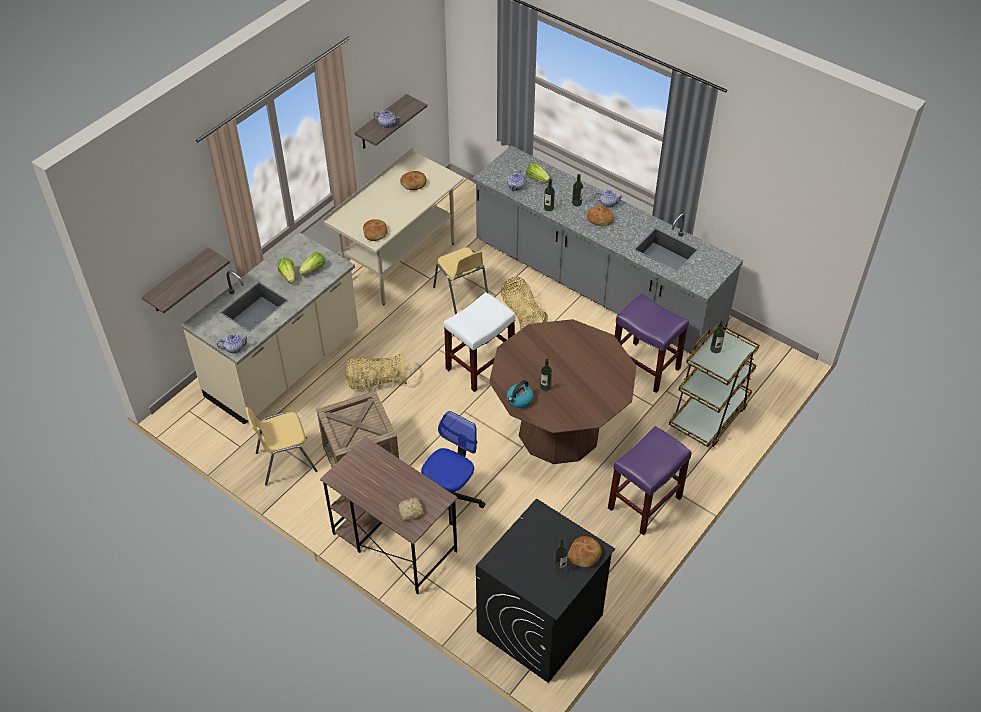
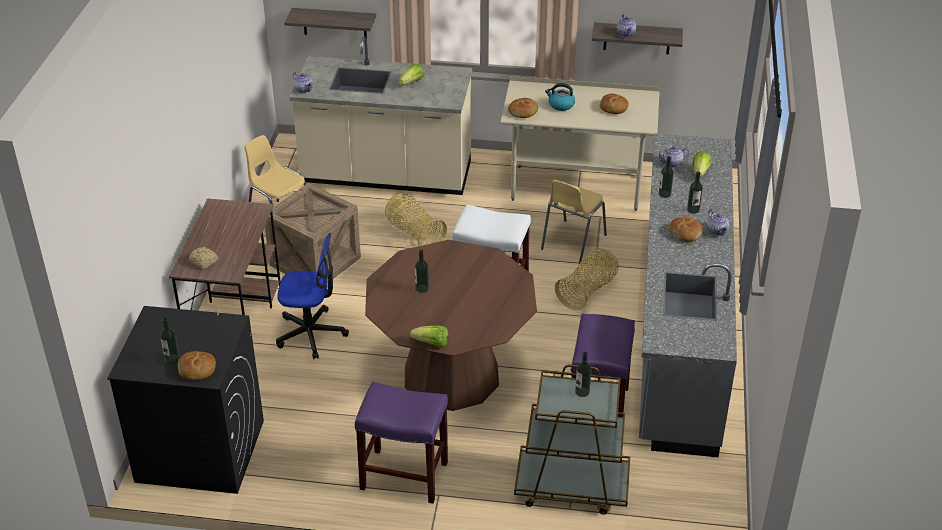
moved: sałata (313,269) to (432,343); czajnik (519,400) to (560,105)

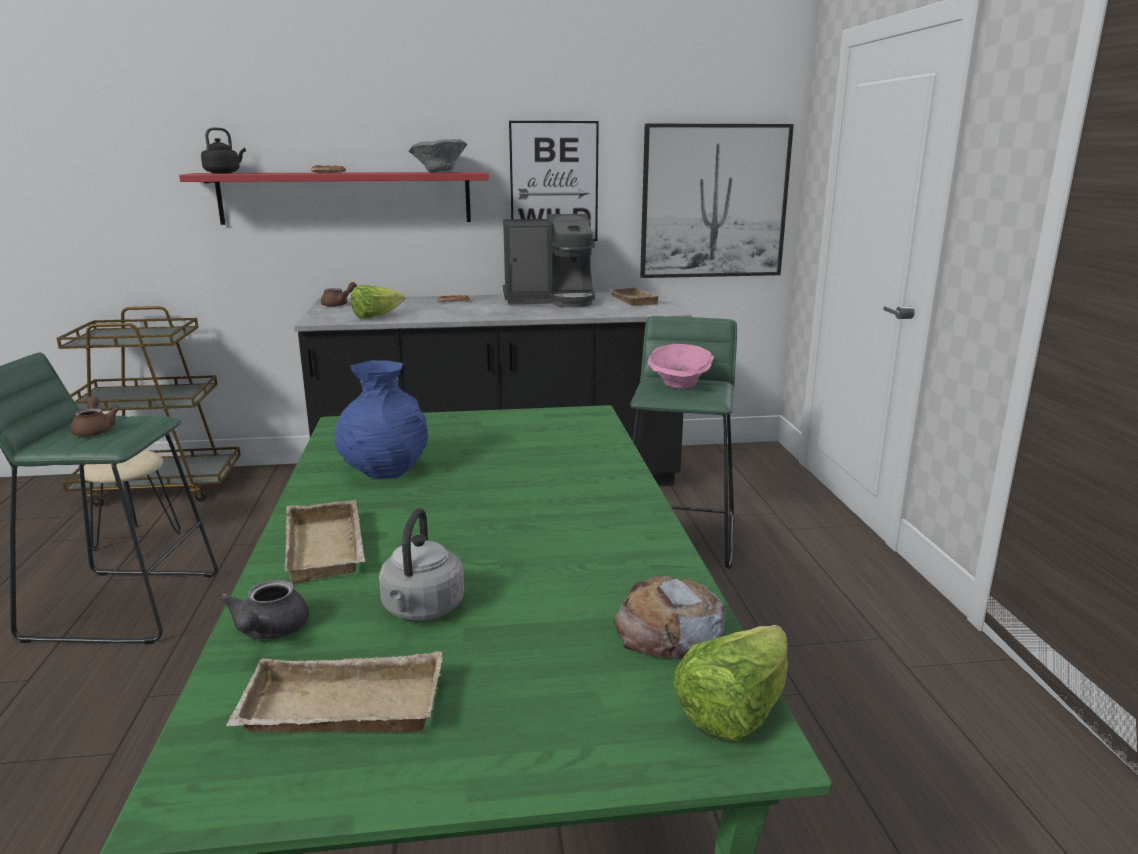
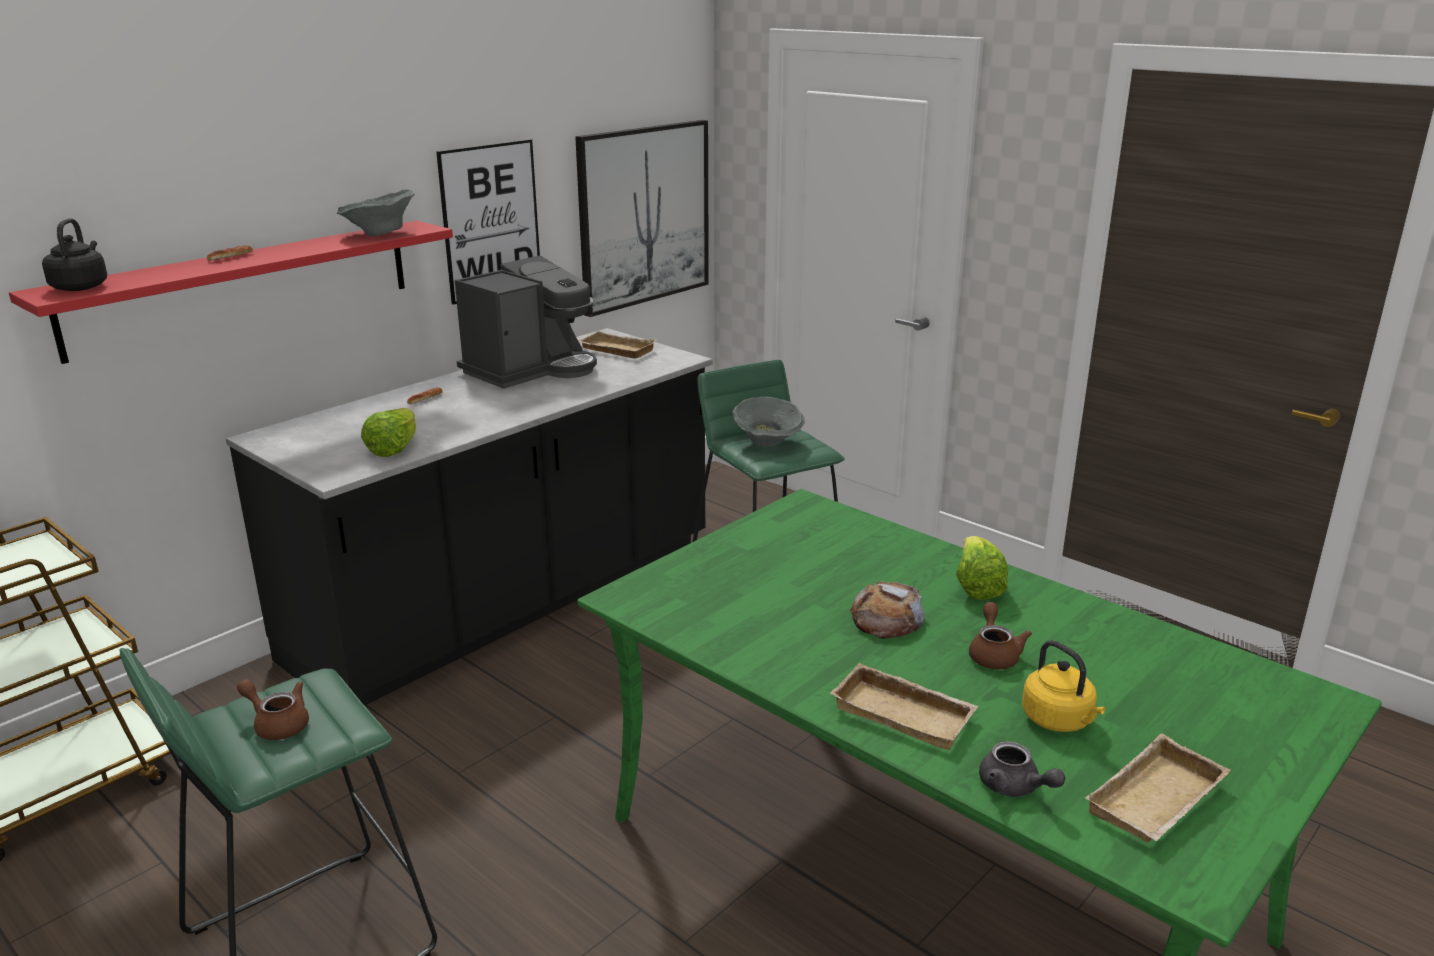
removed: wazon/niebieski (384,470); stołek/beżowy (138,541)
moved: imbryk/brązowy (339,304) to (993,654); chleb (670,630) to (887,619); sałata (734,710) to (977,587)
recoloured: miska/różowy (680,386) to miska/szary (768,443); czajnik/szary (422,610) to czajnik/żółty (1059,721)

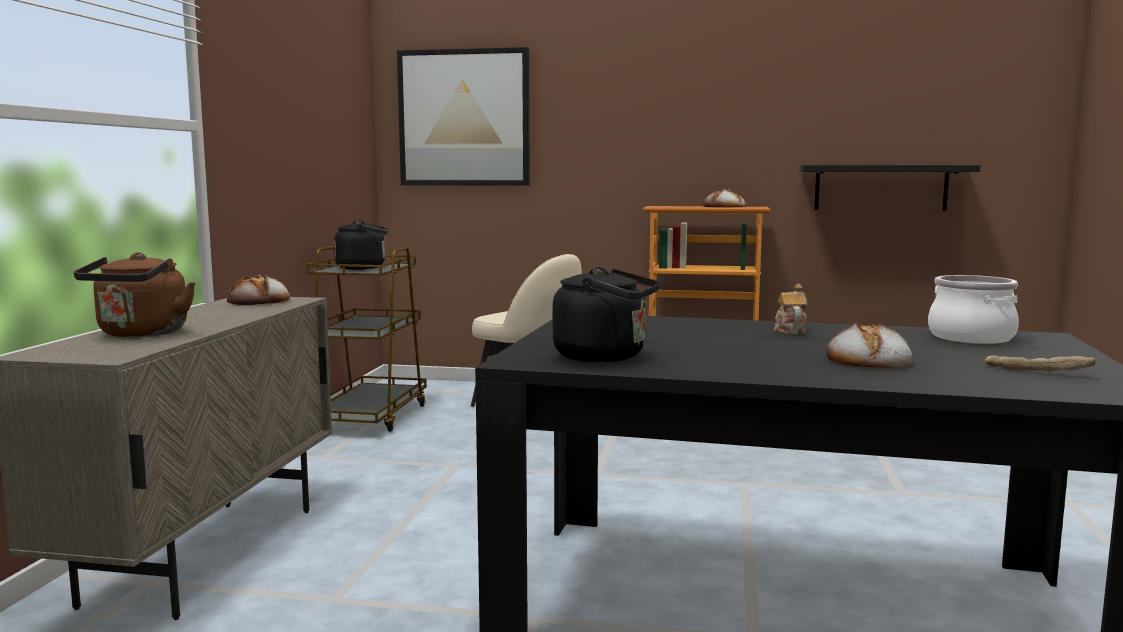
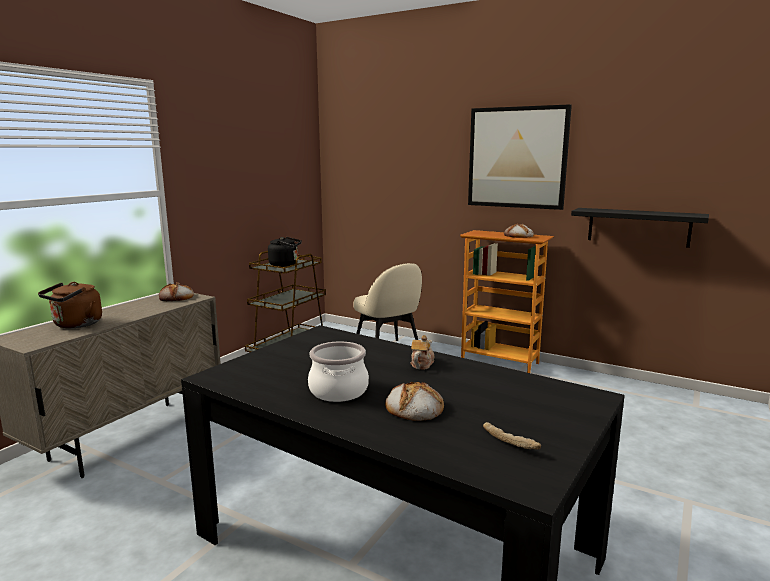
removed: czajnik/czarny (606,357)
moved: obraz (464,118) to (517,157); garnek (970,337) to (338,391)

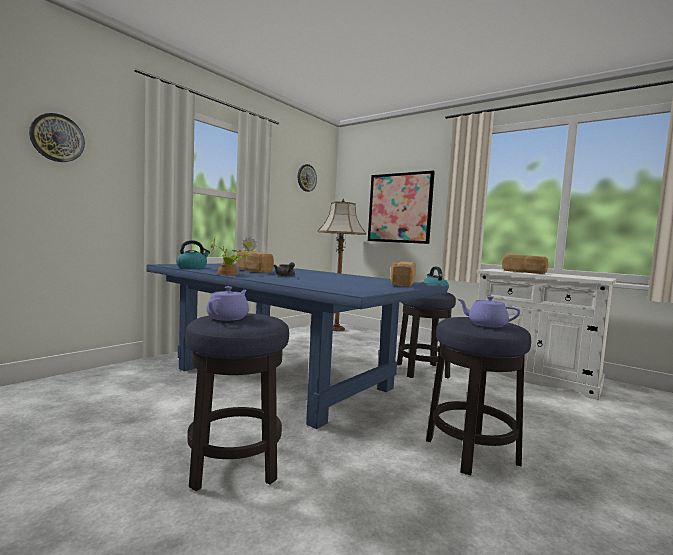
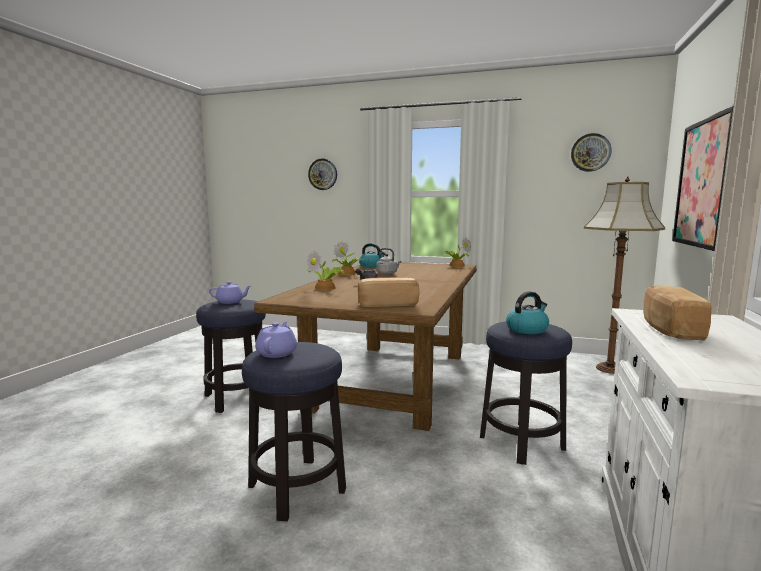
added: roślina doniczkowa (326,288)
replaced: chleb (253,271) to czajnik/szary (388,273)
recoloured: stół jadalny/niebieski (283,378) to stół jadalny/brązowy (392,380)

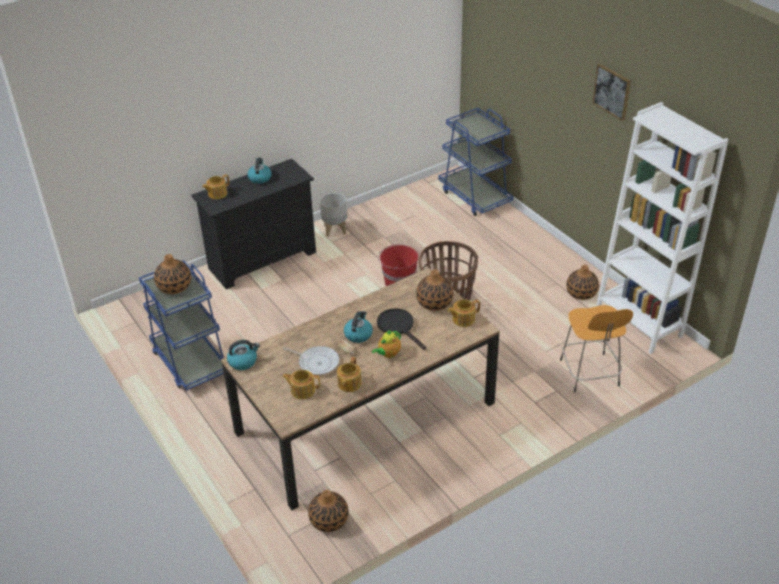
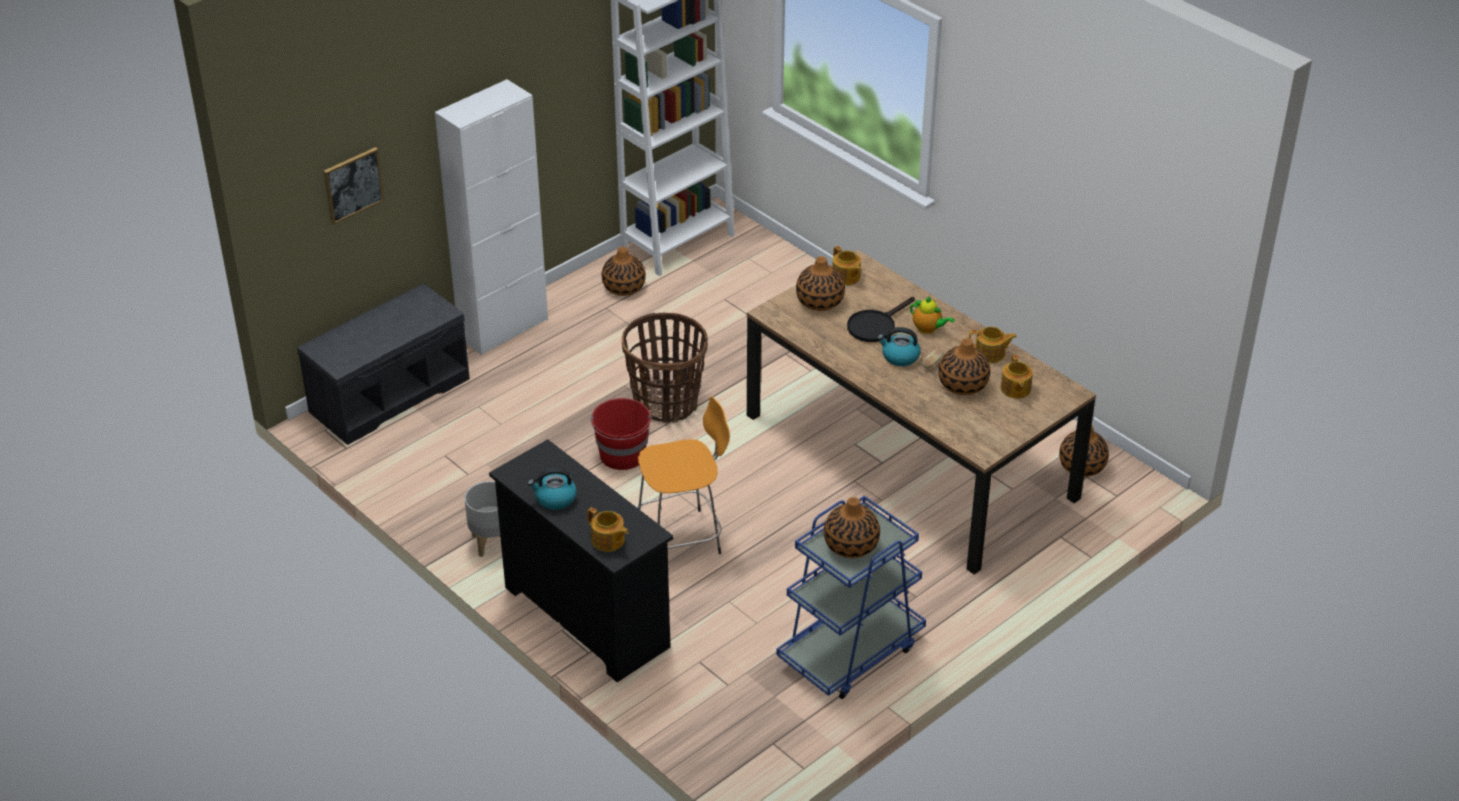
removed: czajnik (243,361)
added: szafka/biały (503,328)
moved: obraz (612,91) to (353,184); stołek/pomarańczowy (590,374) to (682,538)
replaced: wózek/niebieski (475,196) to ławka/szary (390,394); patelnia (316,362) to wazon (962,384)

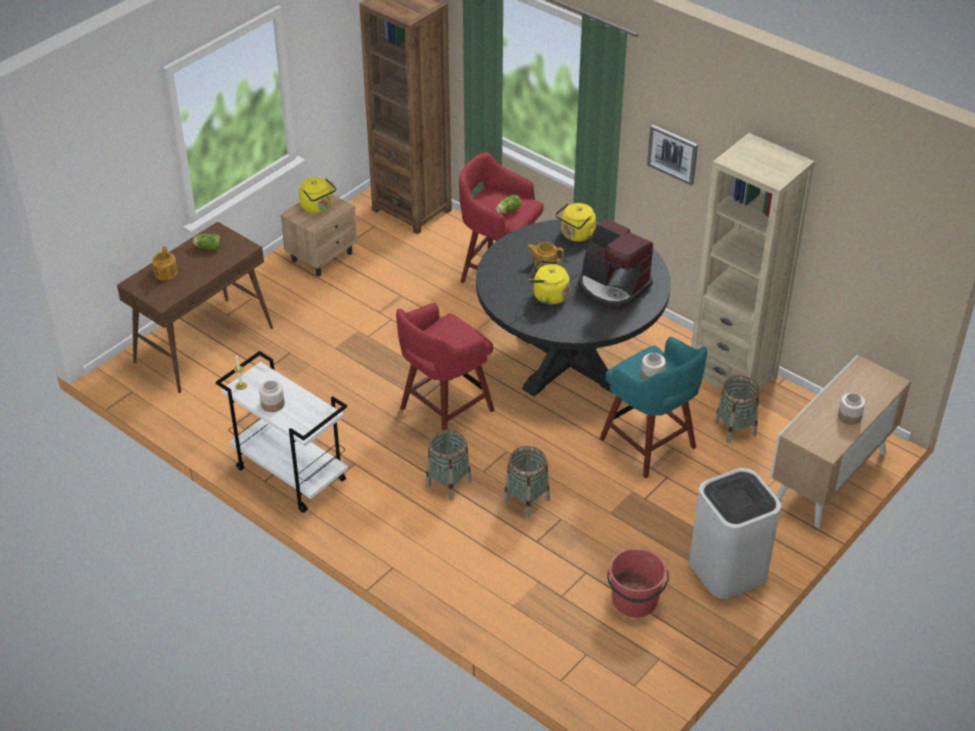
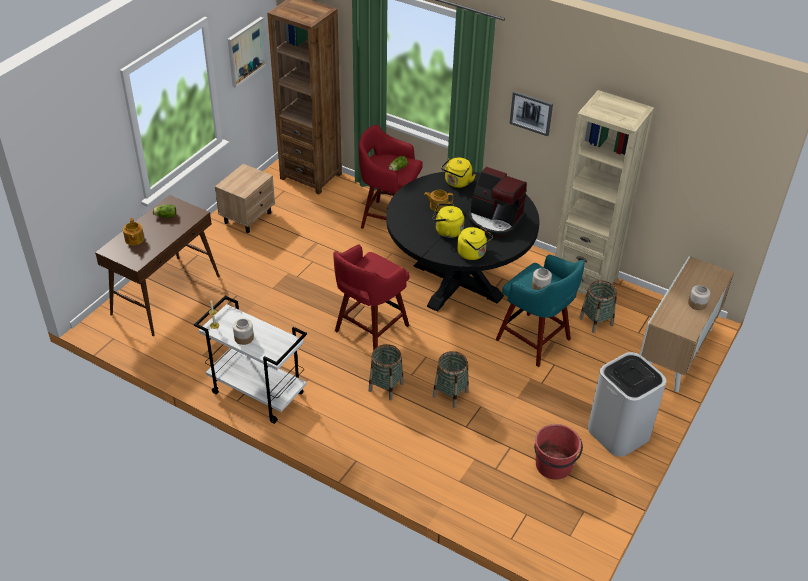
added: obraz (246,51)
moved: czajnik/żółty (318,207) to (473,254)

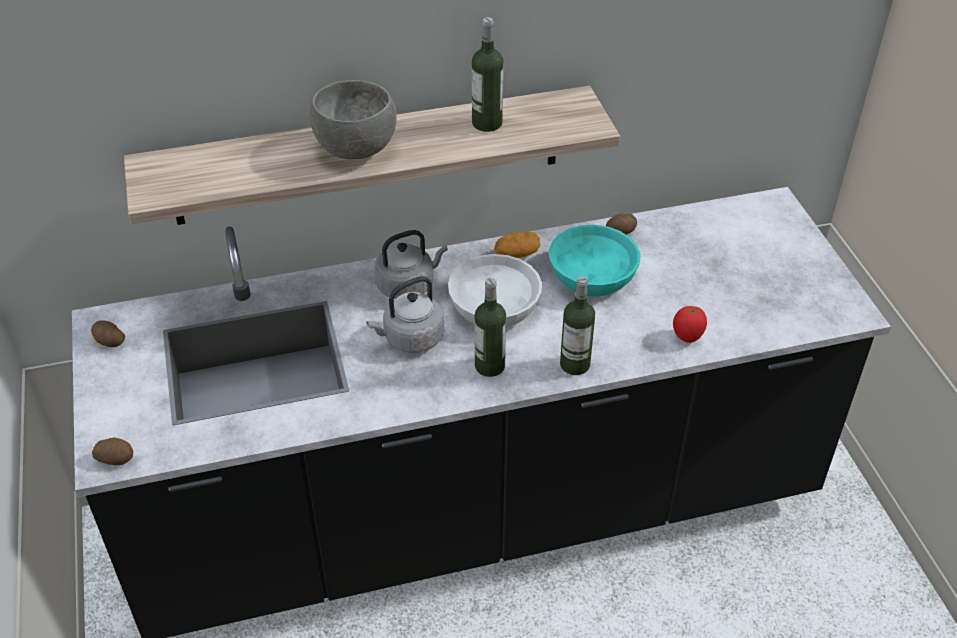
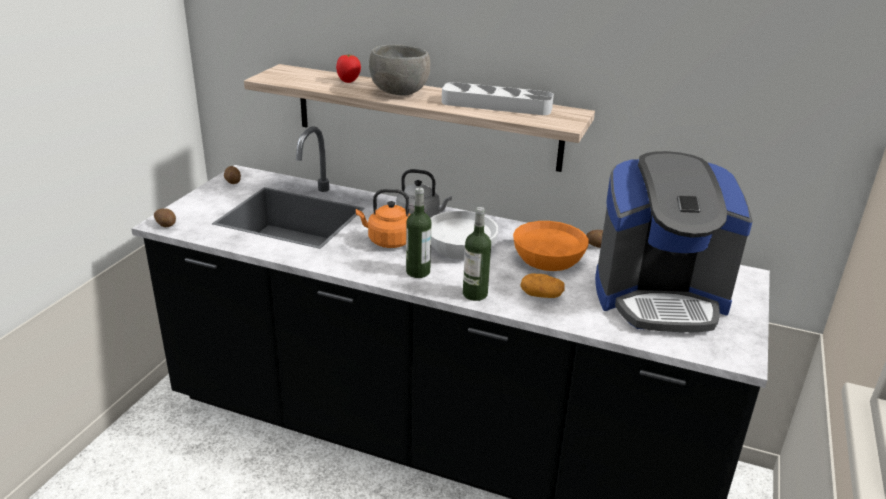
added: ekspres do kawy (659,298)
moved: ziemniak (516,255) to (541,295); pomidor (687,337) to (348,81)
replaced: butelka (487,123) to taca/szary (496,105)
recoloured: miska/turkusowy (593,275) to miska/pomarańczowy (549,258); czajnik/szary (410,339) to czajnik/pomarańczowy (388,241)

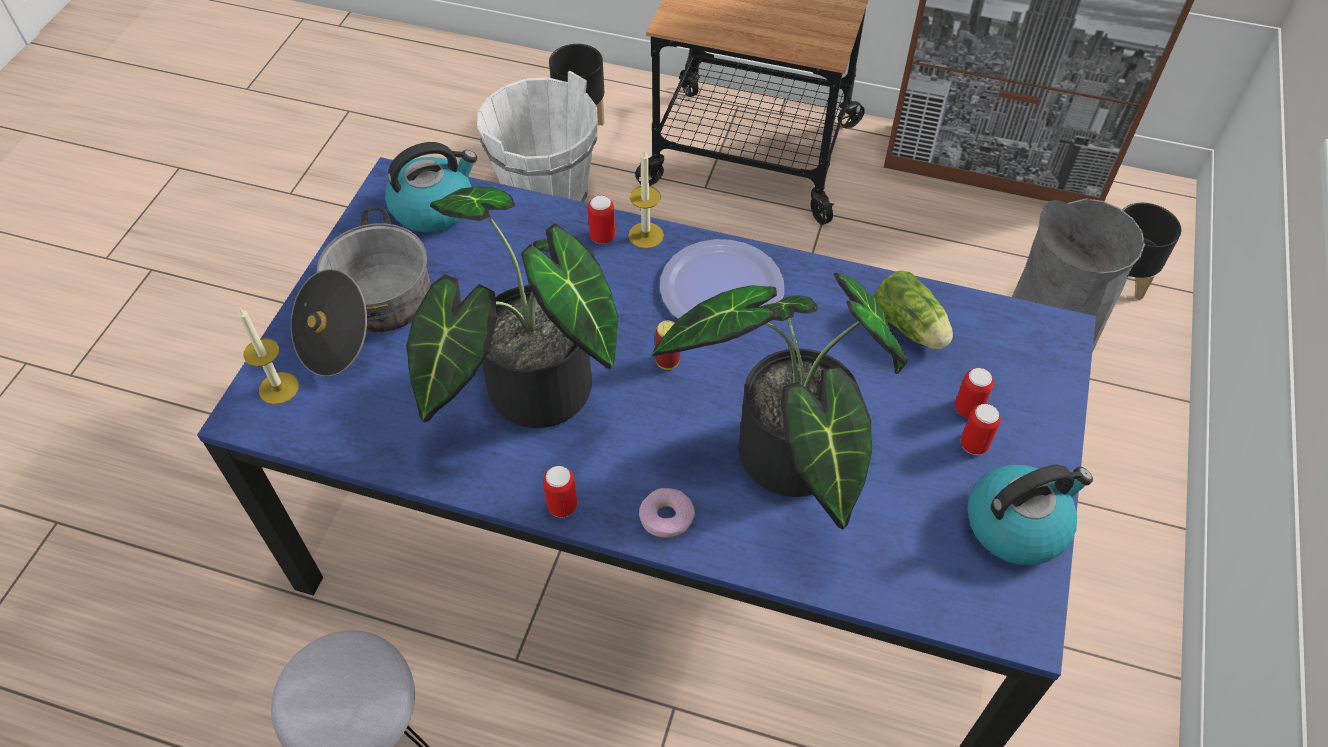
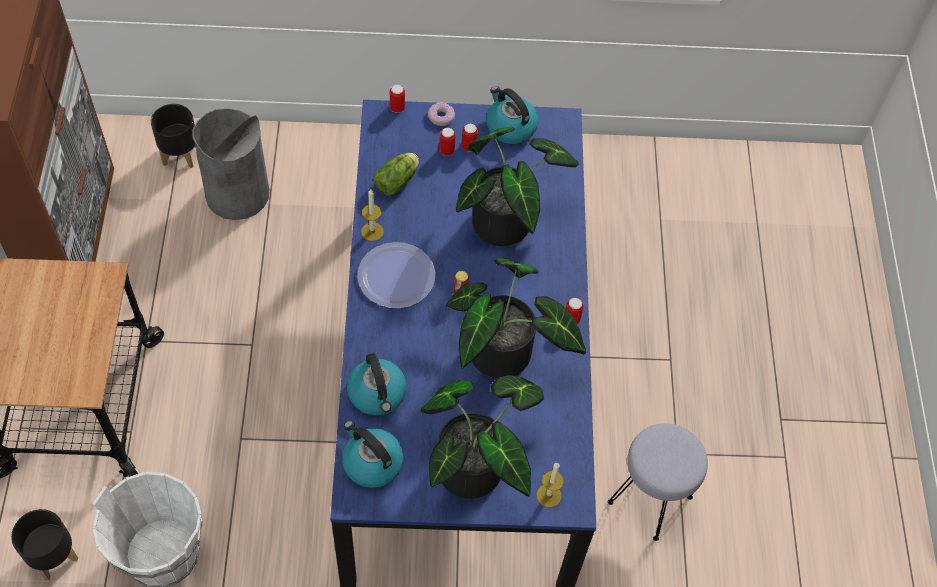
added: czajnik (378,394)
moved: świeca (646,235) to (372,231); puszka (602,237) to (397,108); donut (666,517) to (441,117)
replaced: garnek (367,316) to roślina doniczkowa (478,467)

